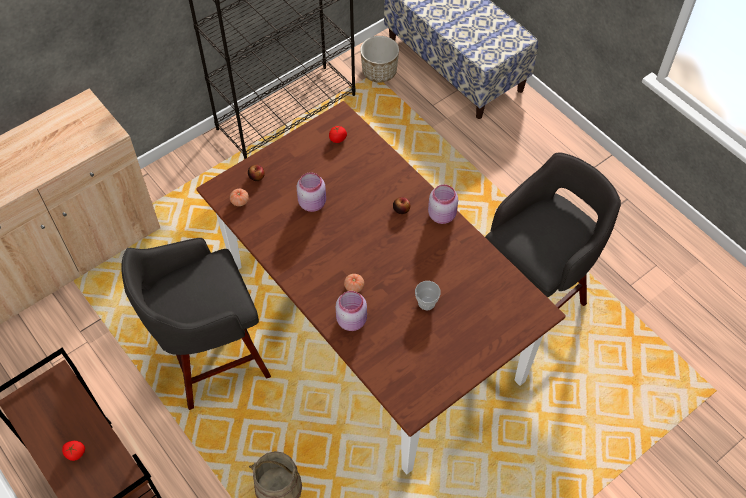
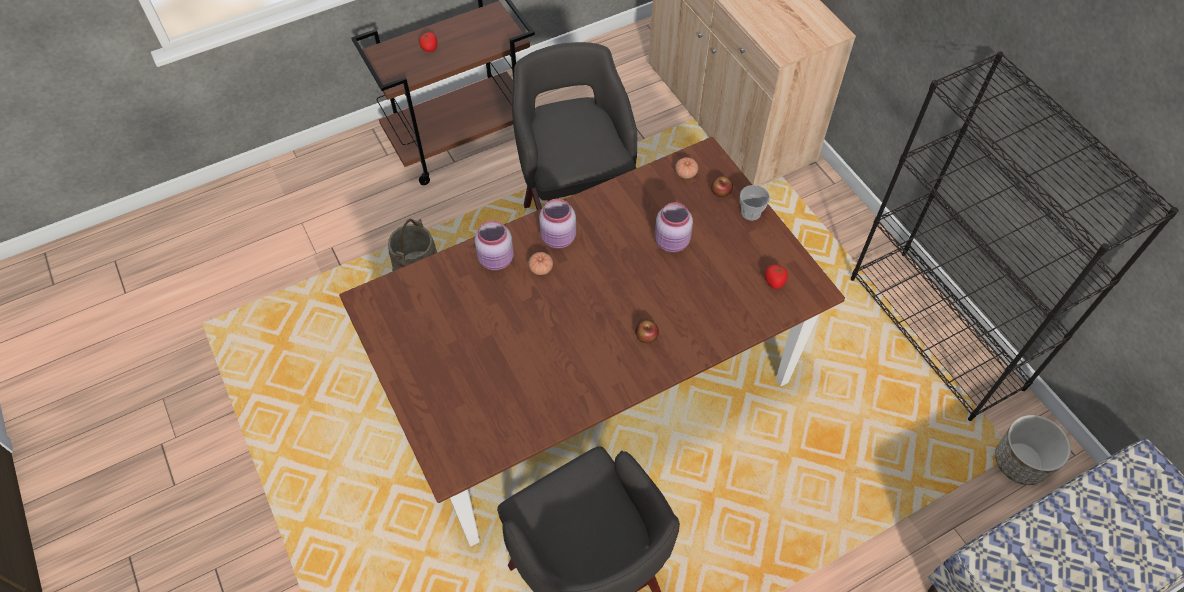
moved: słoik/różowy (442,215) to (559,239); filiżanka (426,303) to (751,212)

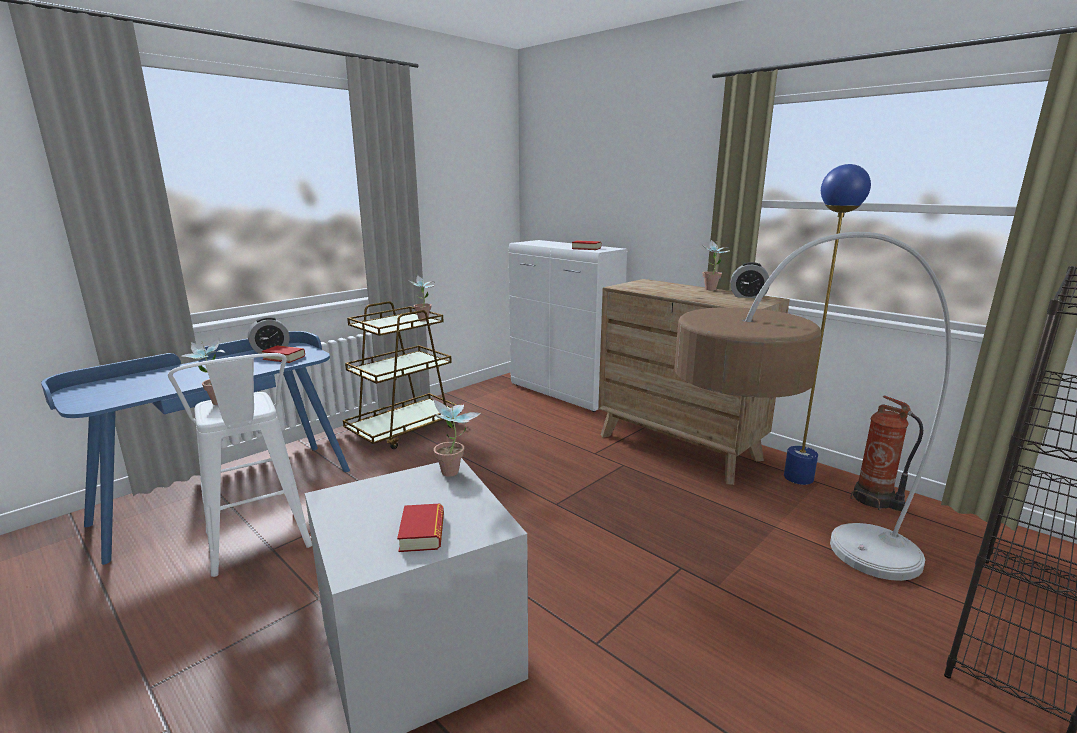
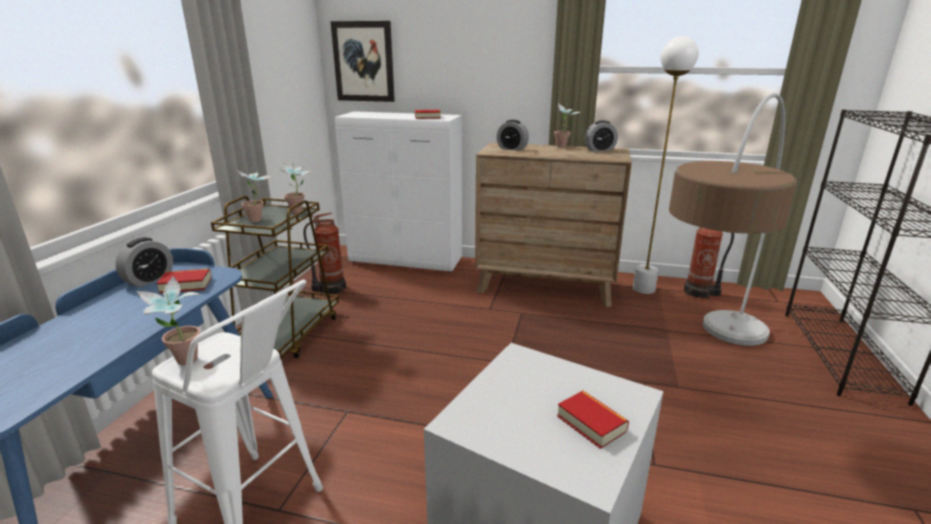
added: obraz (363,62); budzik (512,149); gaśnica (331,288)
moved: roślina doniczkowa (455,474) to (259,220)
recoloured: lampa stojąca/niebieski (798,478) to lampa stojąca/biały (644,289)

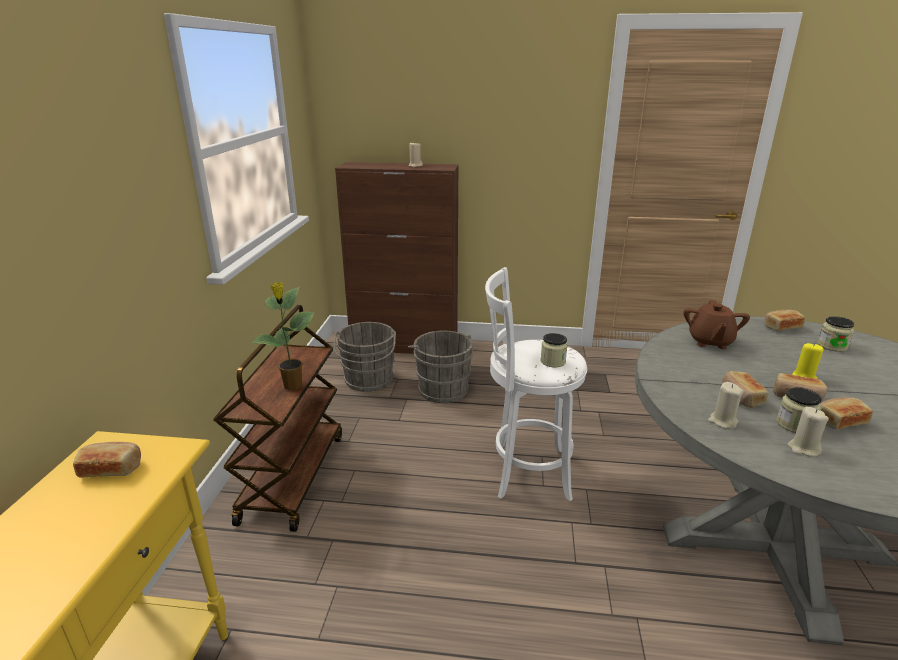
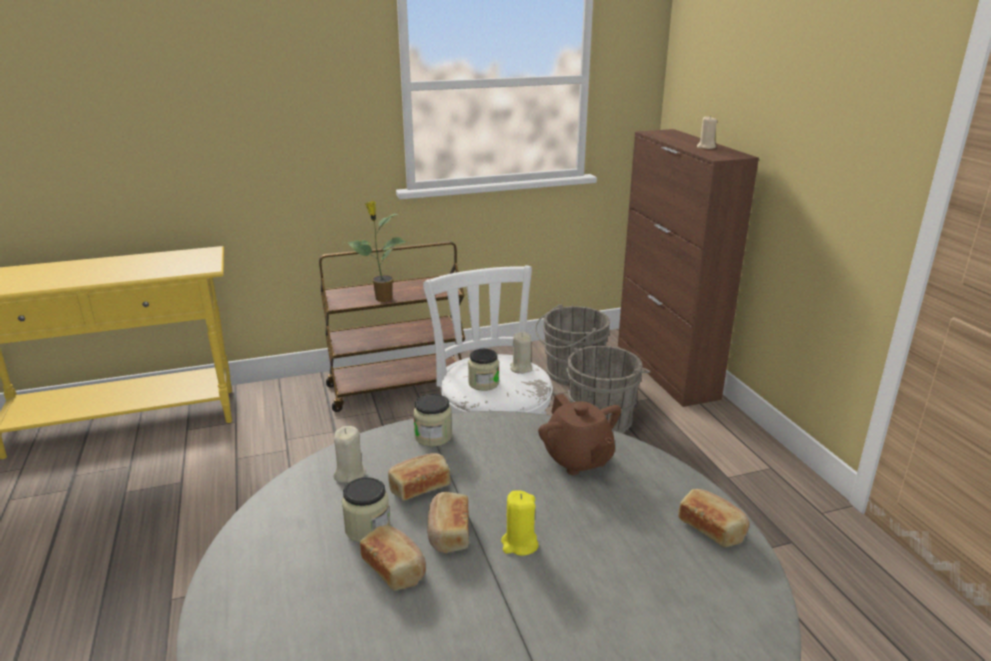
removed: chleb (111,469)
moved: słoik (832,346) to (433,436); świeca/beżowy (803,449) to (521,368)
turned: imbryk/brązowy (710,342) = (578,459) 105 degrees counterclockwise

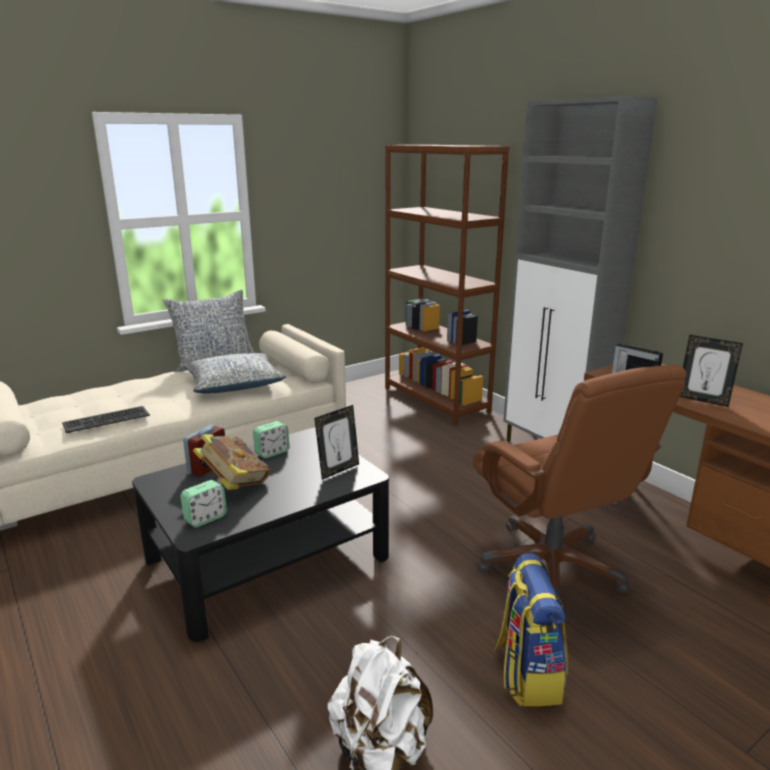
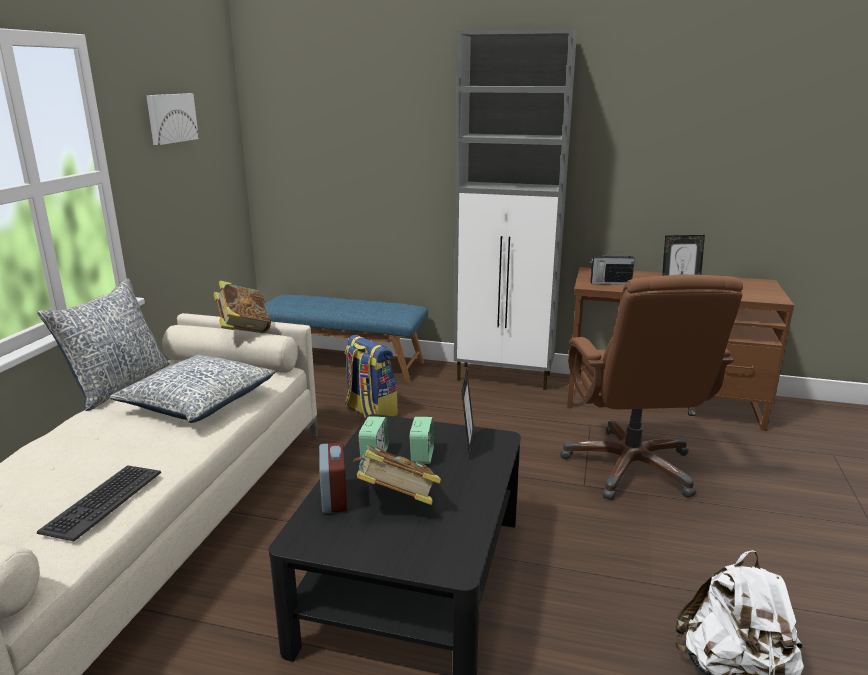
added: obraz (171,118); książka (244,329)
moved: budzik (205,518) to (422,456); plecak (527,673) to (370,411)
replaced: regał/brązowy (436,400) to ławka/niebieski (344,363)
turned: krzesło biurowe/brązowy (552,567) = (631,467) 60 degrees clockwise

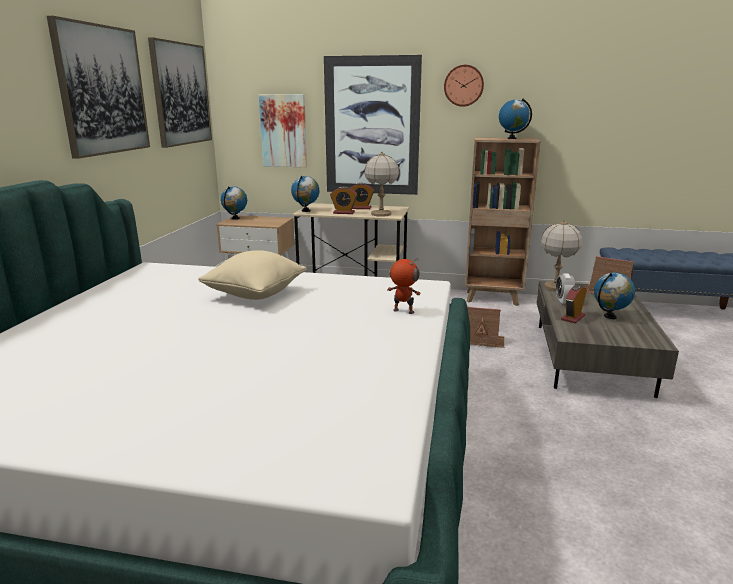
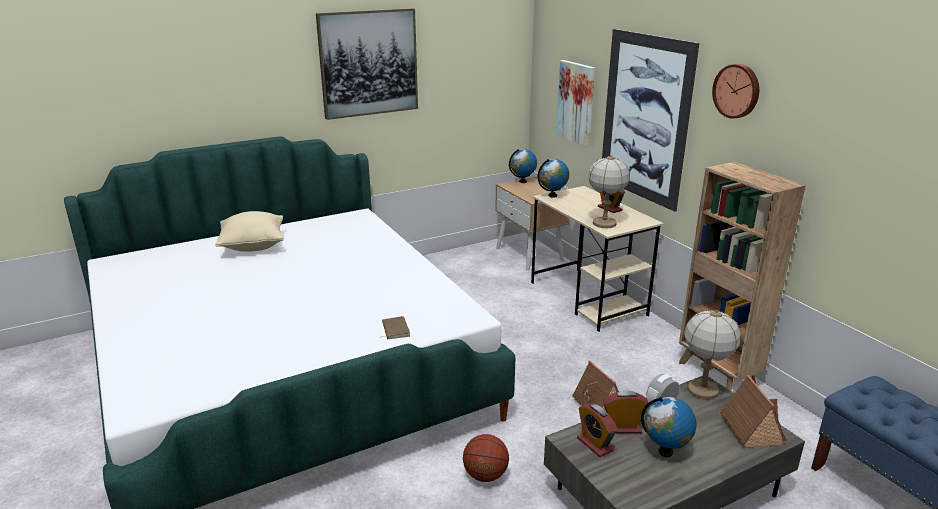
removed: obraz (181,94); globus (512,138)
added: piłka do koszykówki (485,475)
moved: budzik (344,213) to (595,444); poduszka/beżowy (255,294) to (253,246)
replaced: robot zabawkowy (403,311) to książka/brązowy (394,330)

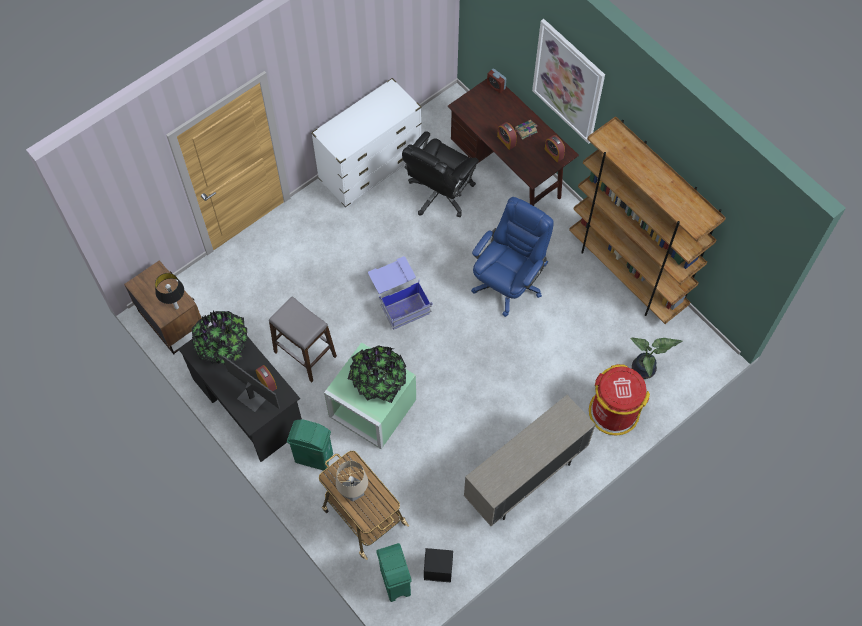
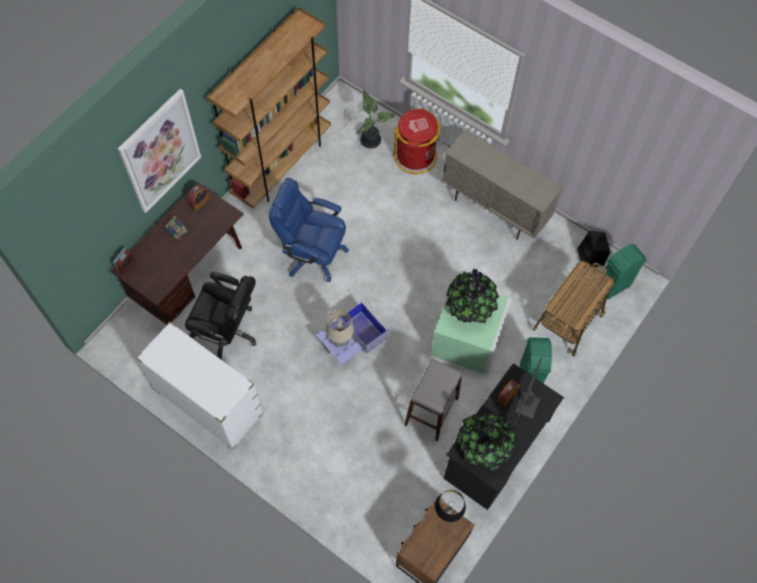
removed: budzik (506,141)
moved: lampa stołowa (353,492) to (340,341)

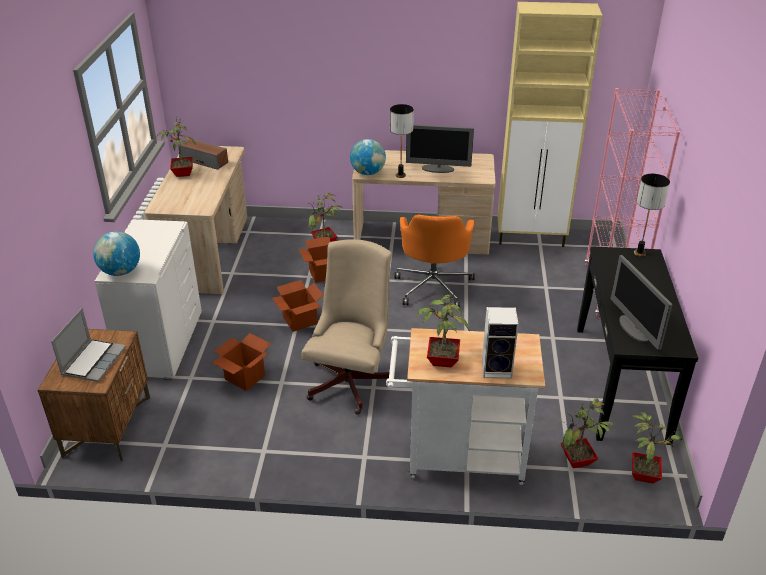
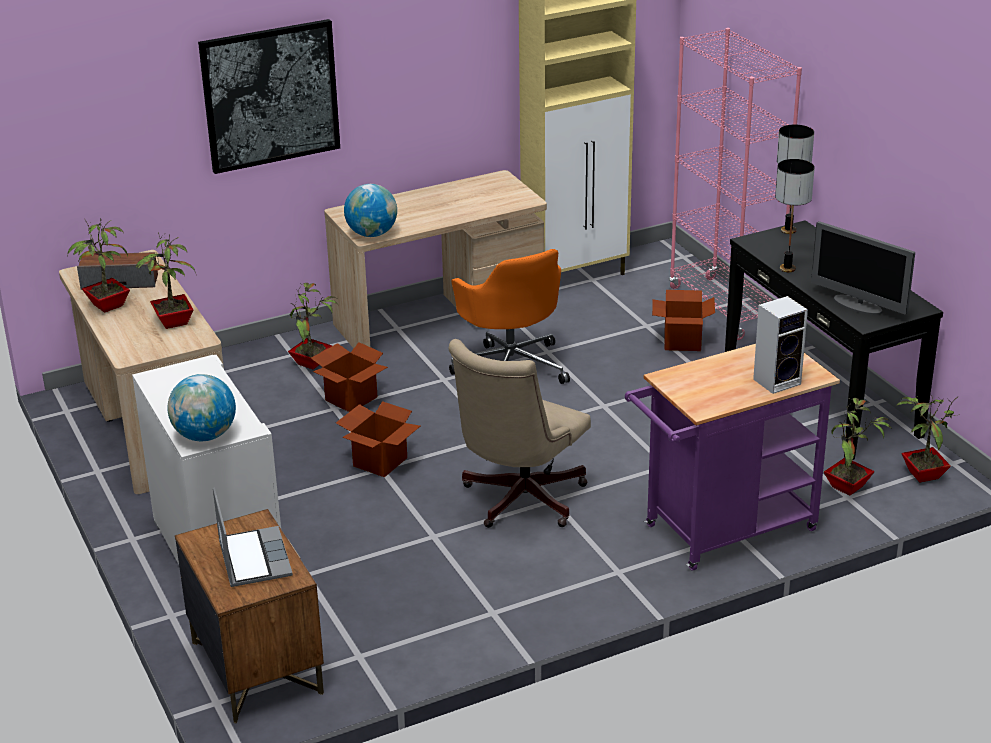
removed: monitor (438,169)
added: obraz (270,95)
moved: lampa stołowa (401,175) to (788,268); roślina doniczkowa (441,360) to (171,322); karton (245,377) to (682,342)
recoloured: wózek/biały (457,457) to wózek/fioletowy (721,532)
turned: krzesło biurowe/beżowy (352,379) = (518,501) 135 degrees counterclockwise

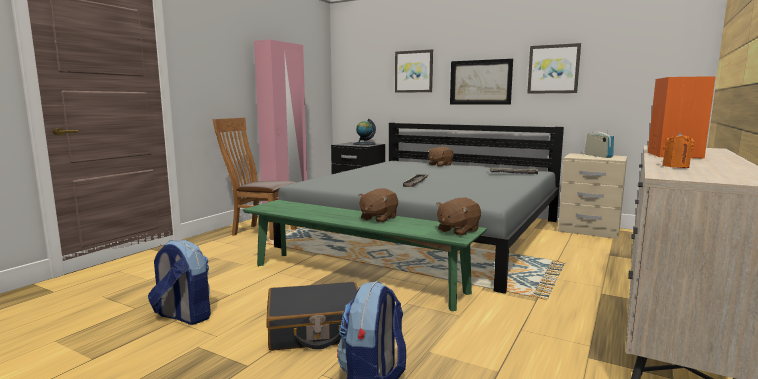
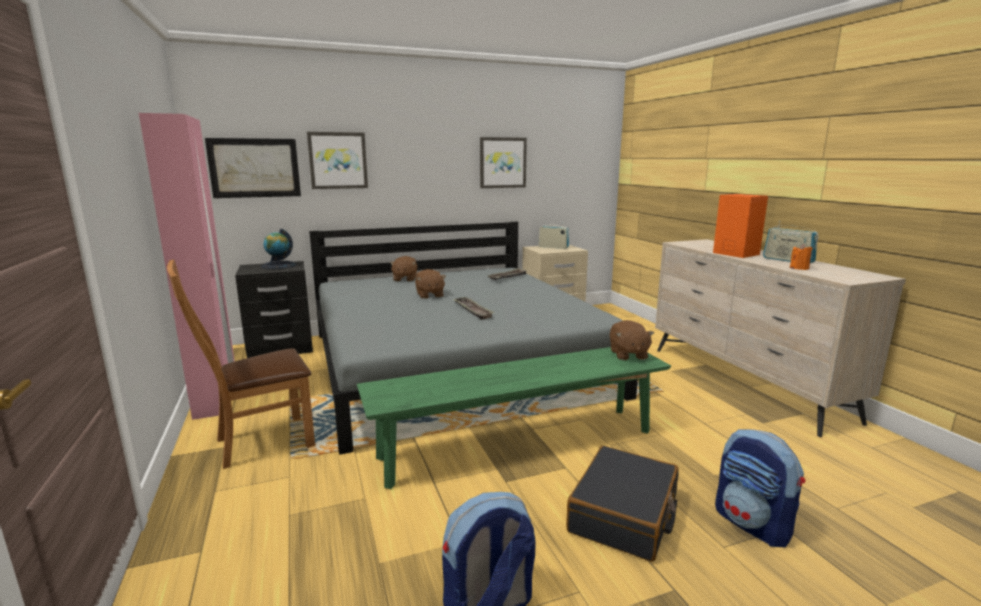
added: radio (788,260)
moved: obraz (480,82) to (255,168); pluszak/brązowy (378,218) to (429,295)

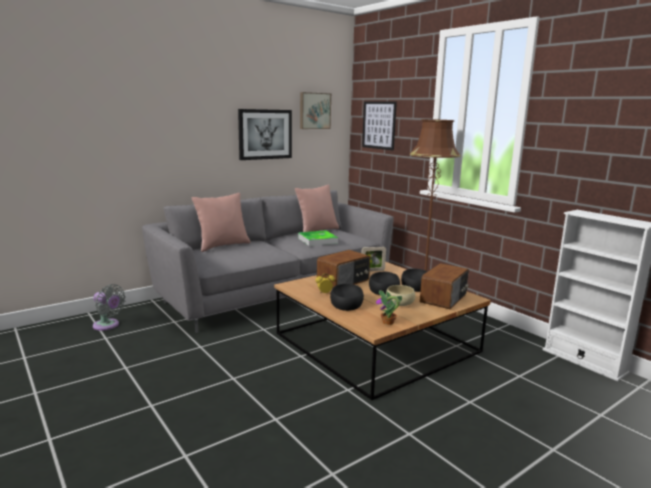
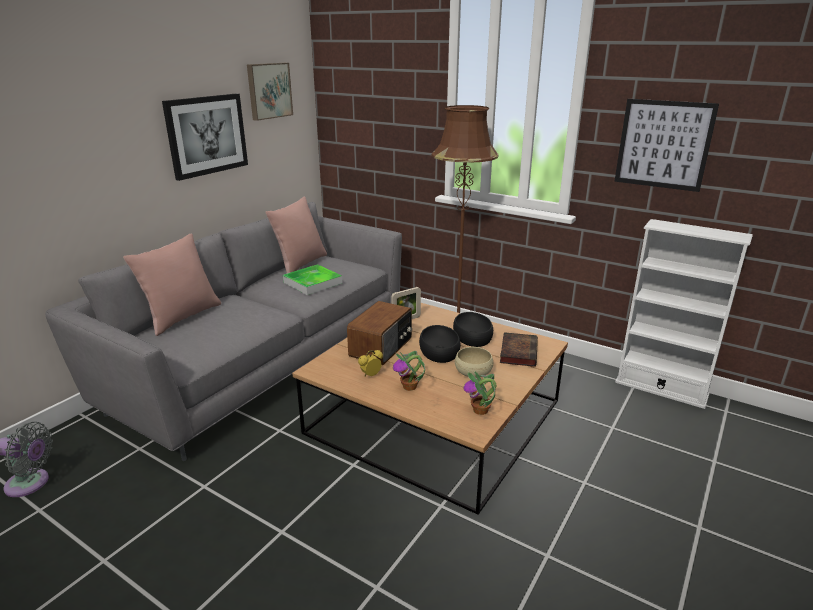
moved: obraz (379,125) to (663,144)
replaced: radio (444,298) to książka (518,352); miska/czarny (347,303) to roślina doniczkowa (410,387)

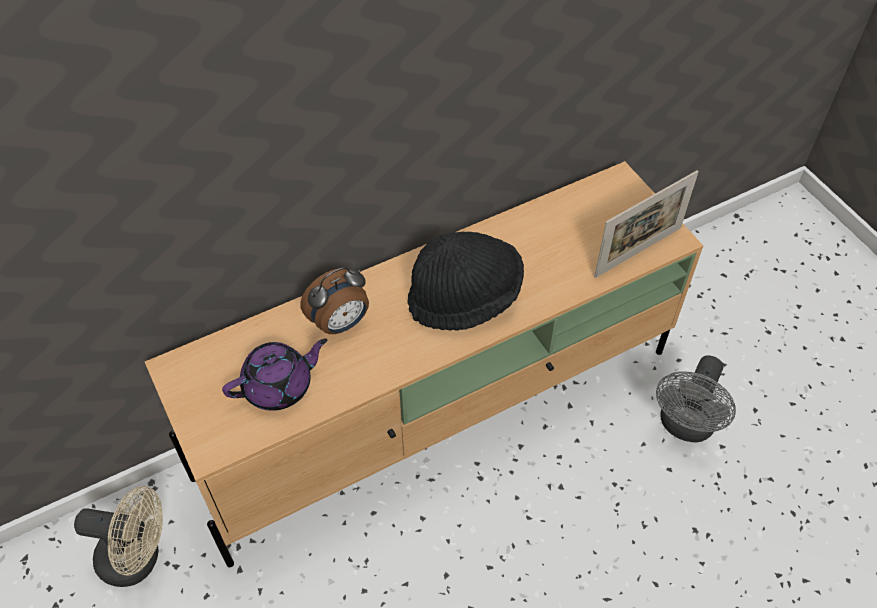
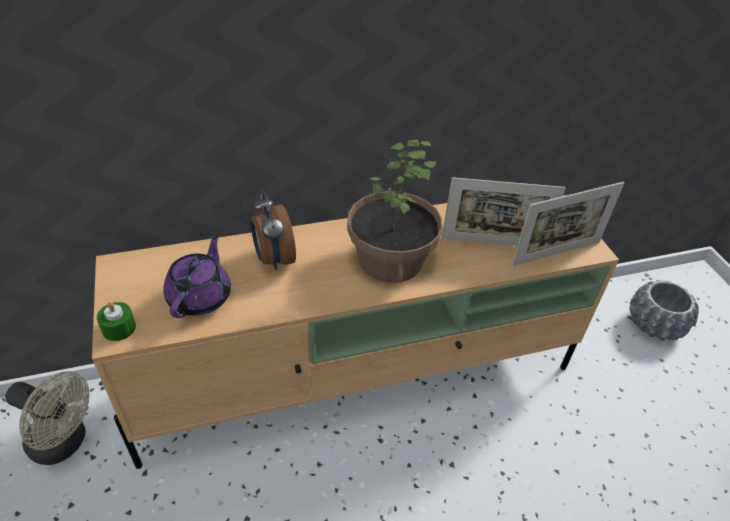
removed: wentylator/szary (685,426)
added: ramka na zdjęcie (493,243); donica/szary (655,325); świeca/zielony (119,328)
replaced: kapelusz/czarny (465,298) to roślina doniczkowa (390,260)
turned: budzik (340,323) = (273,259) 90 degrees clockwise; imbryk/fioletowy (279,386) = (200,296) 60 degrees counterclockwise

